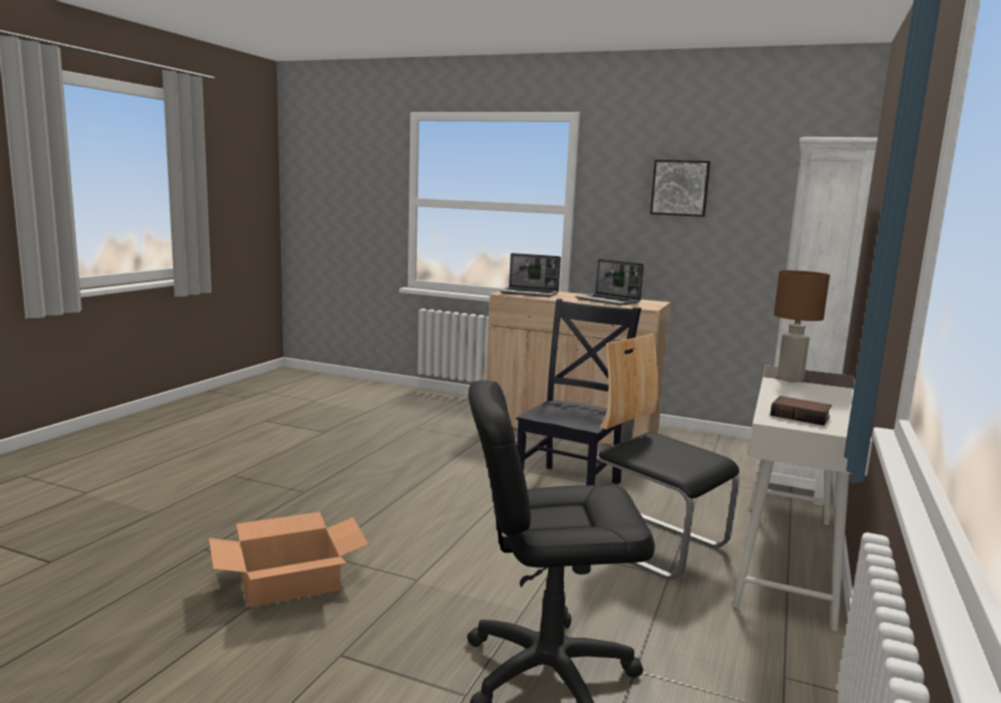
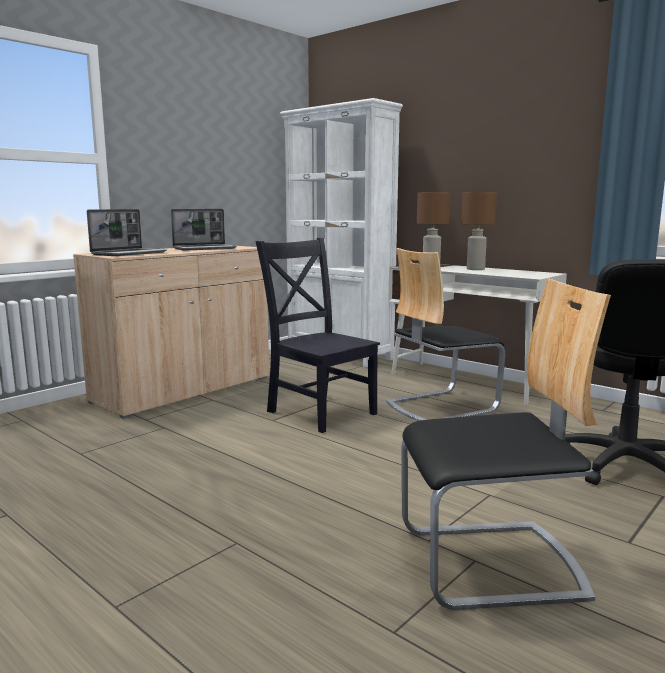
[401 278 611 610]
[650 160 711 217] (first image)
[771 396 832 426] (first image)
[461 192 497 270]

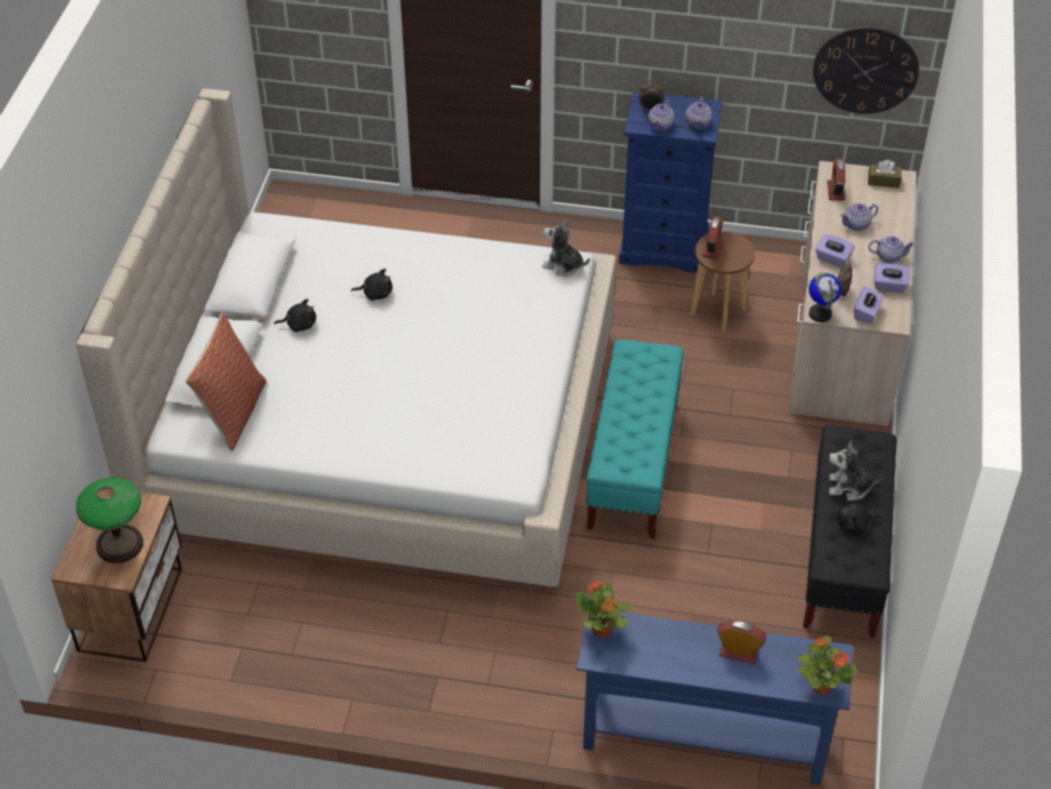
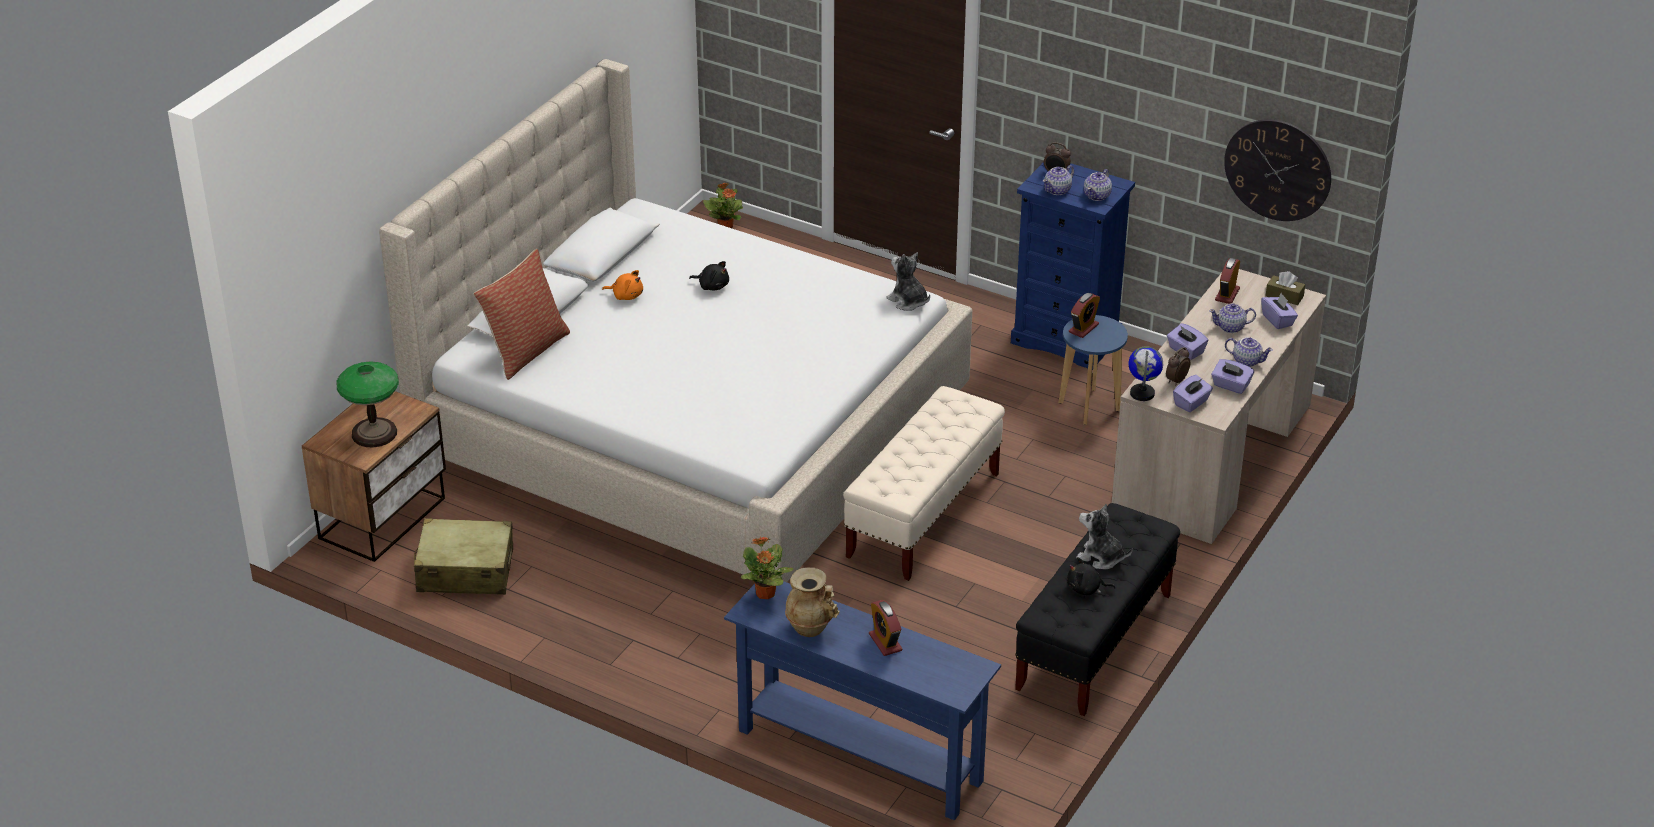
[602 270 643 300]
[843 386 1005 581]
[1059 315 1128 425]
[869 600 902 656]
[703 182 743 228]
[414 518 513 595]
[785 567 840 637]
[1261 293 1298 329]

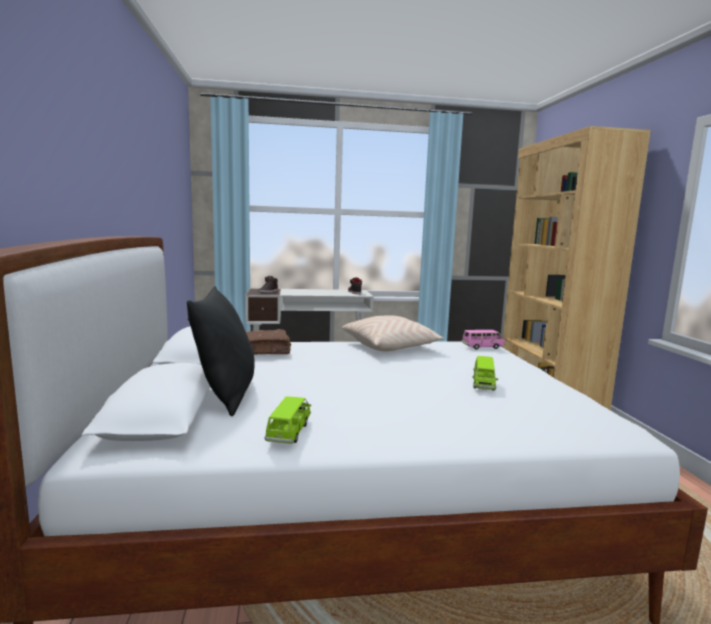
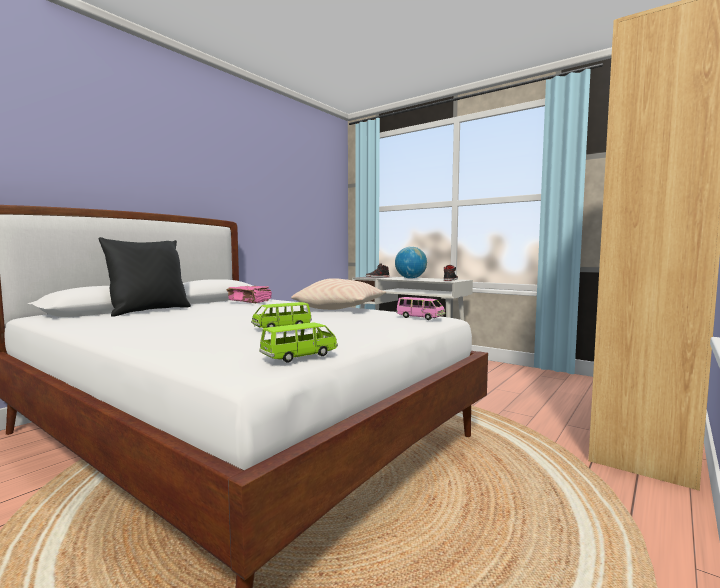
[227 286 272 303]
[259 322 338 362]
[395 247 427 279]

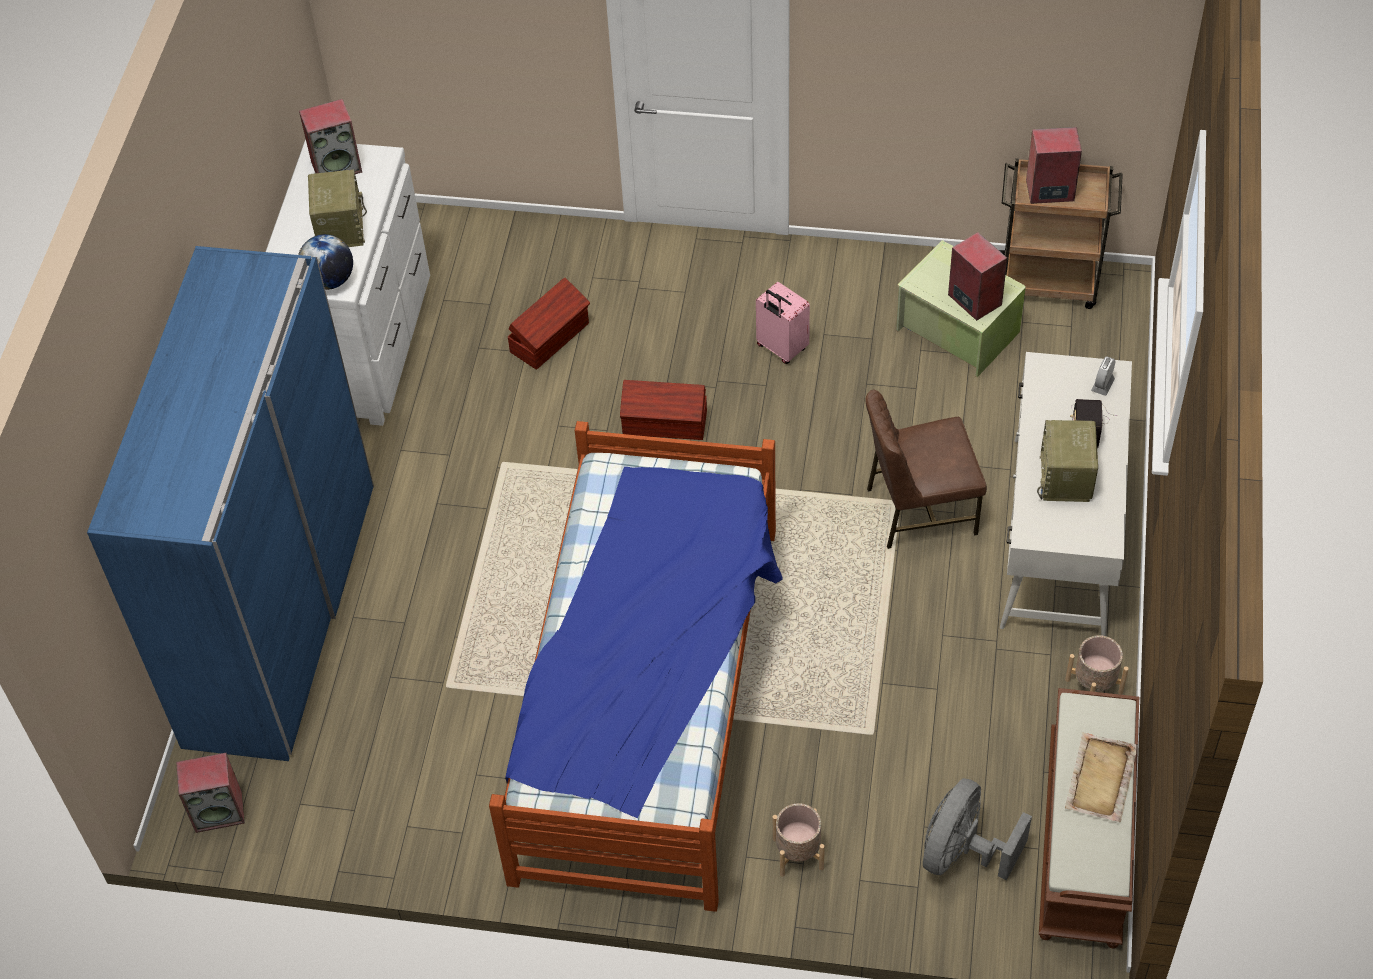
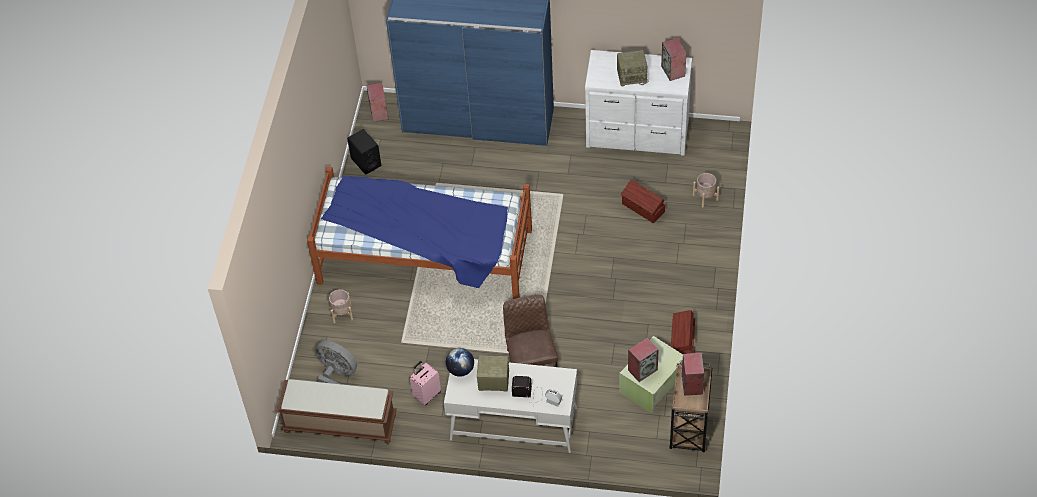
[446 348 474 377]
[671 310 695 354]
[410 361 441 405]
[693 173 719 207]
[1065 732 1138 822] (first image)
[347 129 381 175]

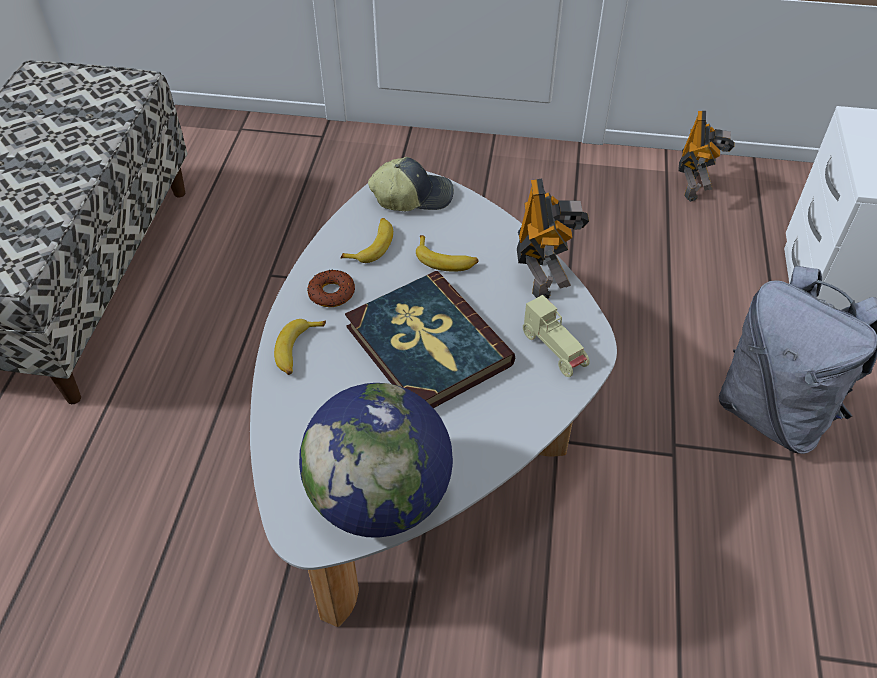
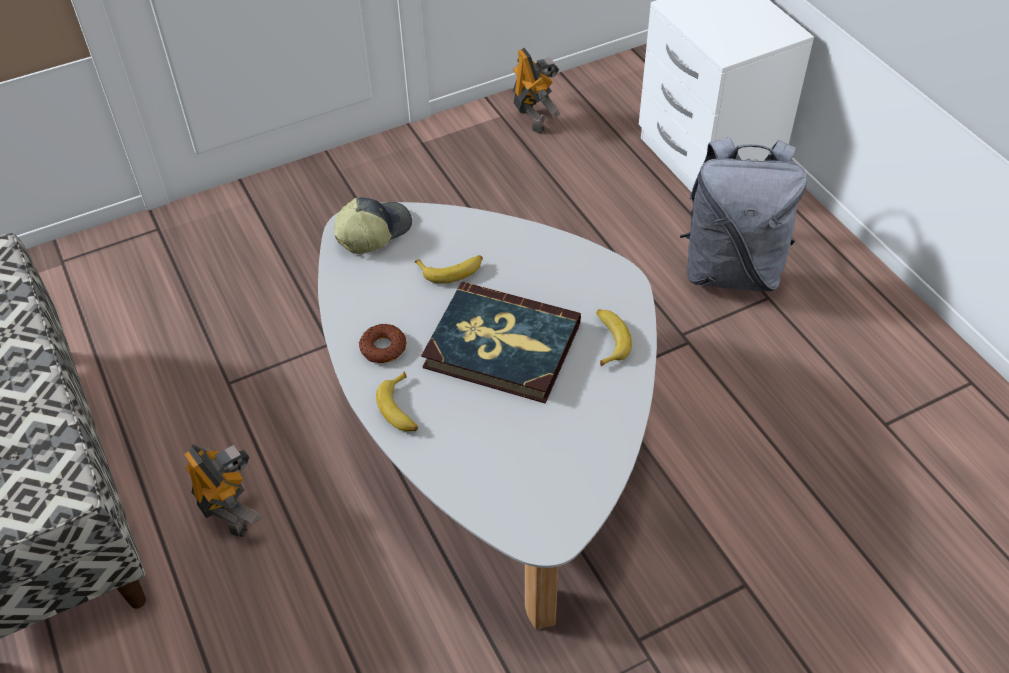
[299 383 453 538] (first image)
[596 309 632 367]
[184 444 262 537]
[523 295 590 377] (first image)

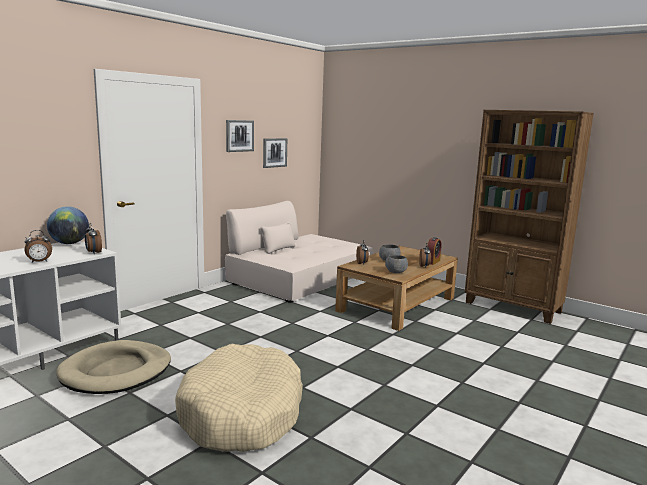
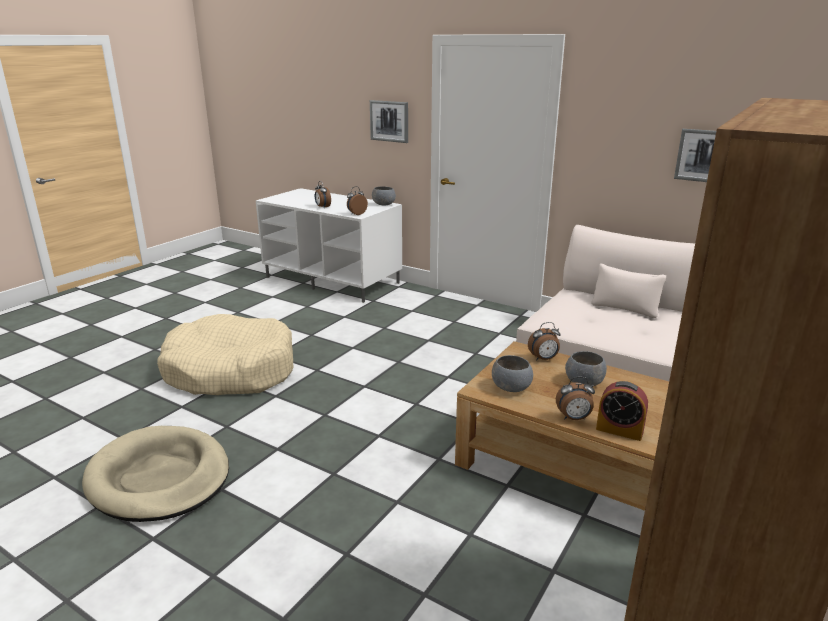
[372 186 396 205]
[82 426 229 522]
[370 100 408 143]

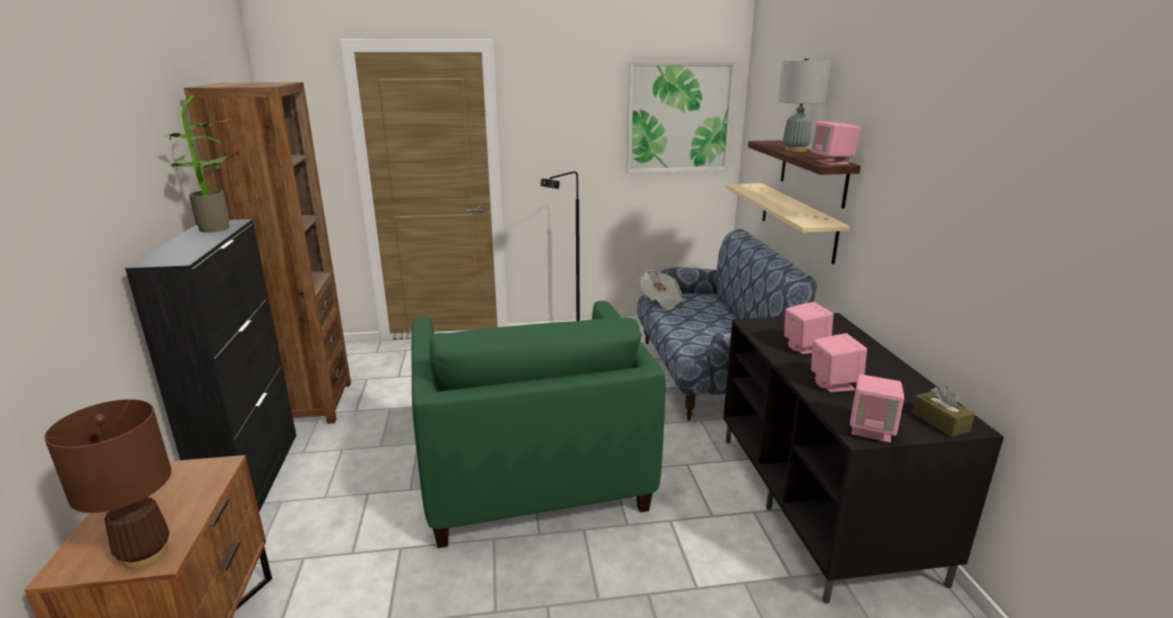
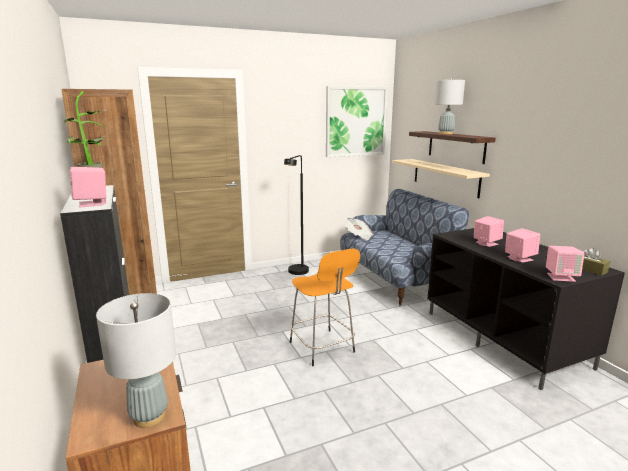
[96 293 176 428]
[290 249 360 366]
[70 167 106 207]

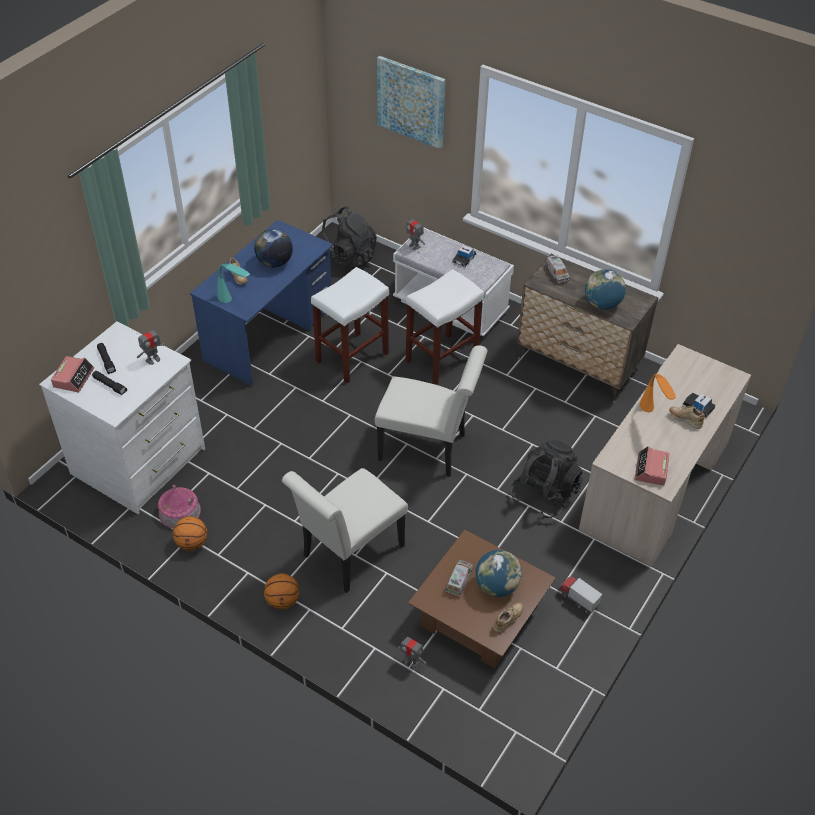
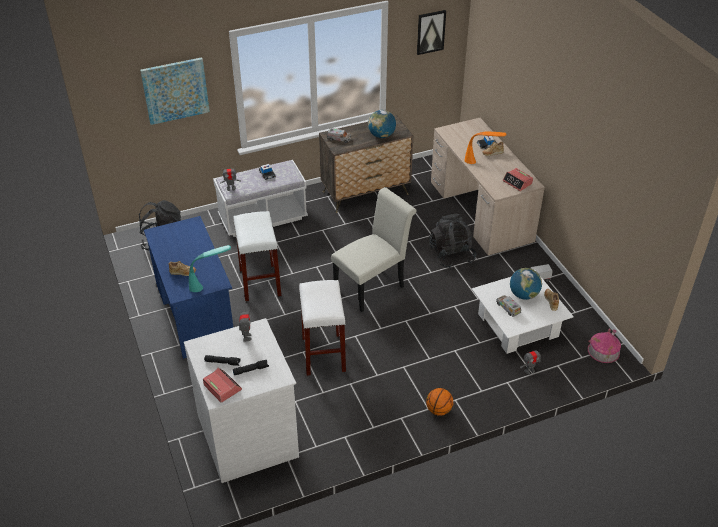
[588 329 621 363]
[173 516 207 551] (first image)
[254 229 293 267] (first image)
[282 468 408 593] (first image)
[299 280 346 376]
[472 270 574 354]
[417 10 446 55]

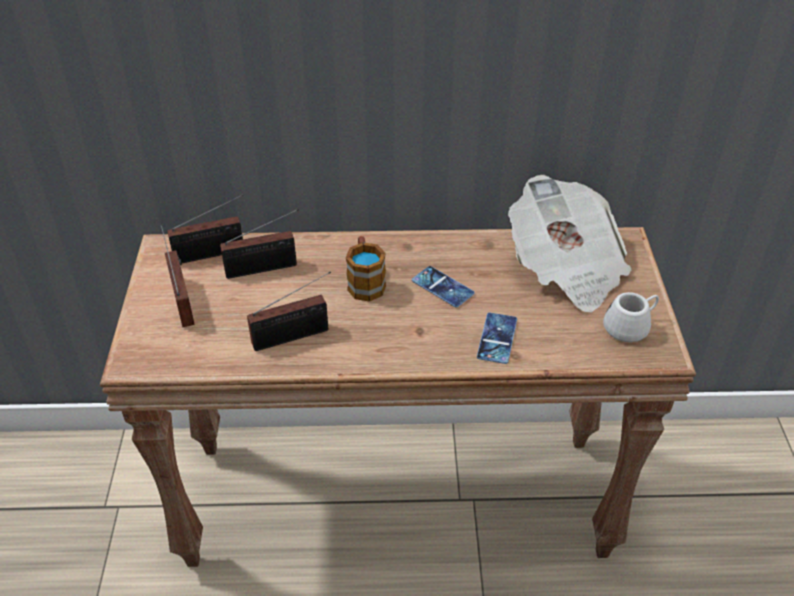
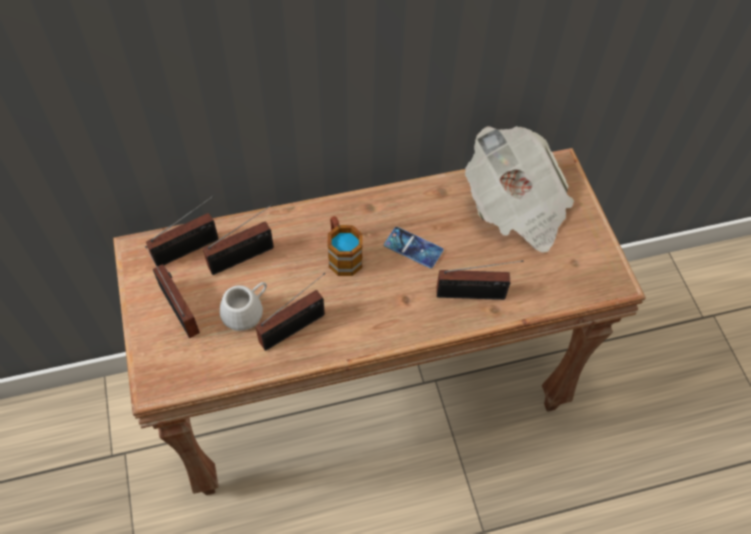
[437 260 523 300]
[220 282 267 331]

